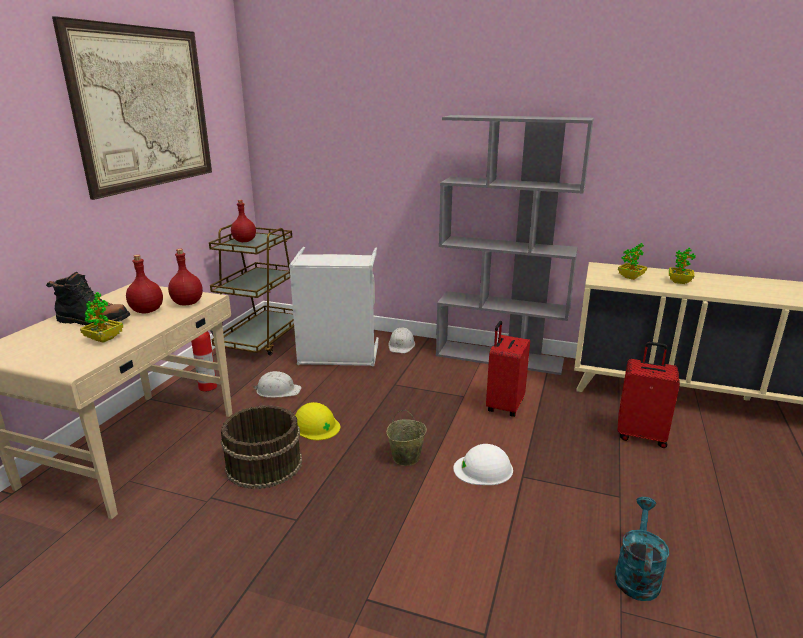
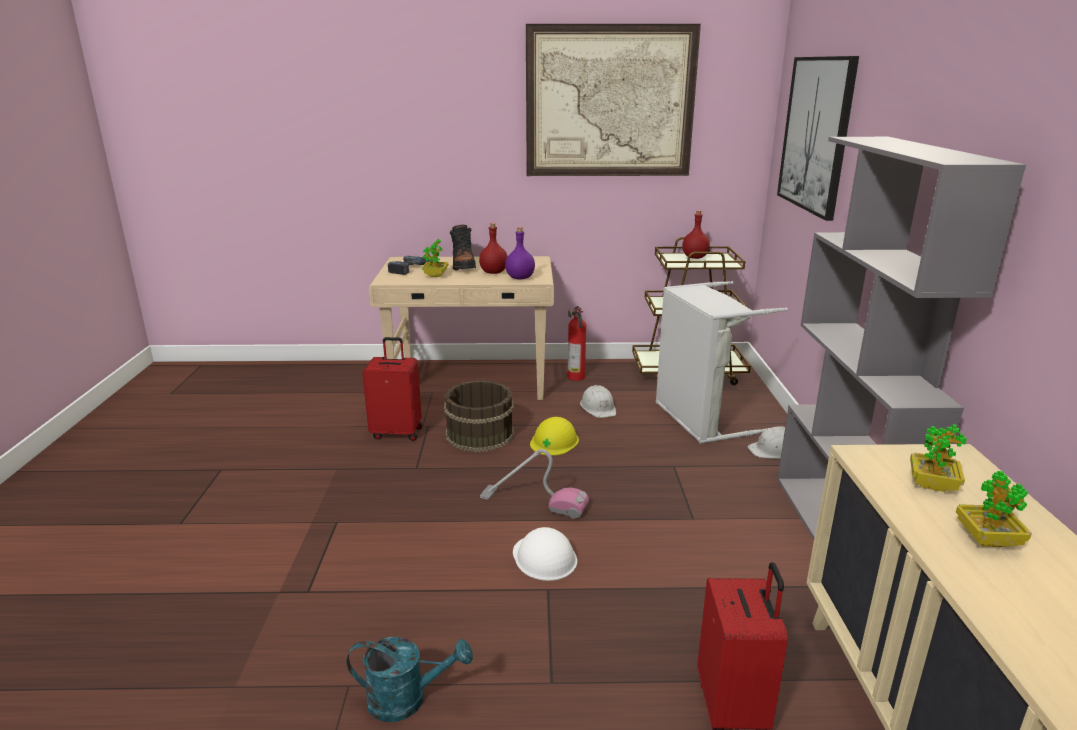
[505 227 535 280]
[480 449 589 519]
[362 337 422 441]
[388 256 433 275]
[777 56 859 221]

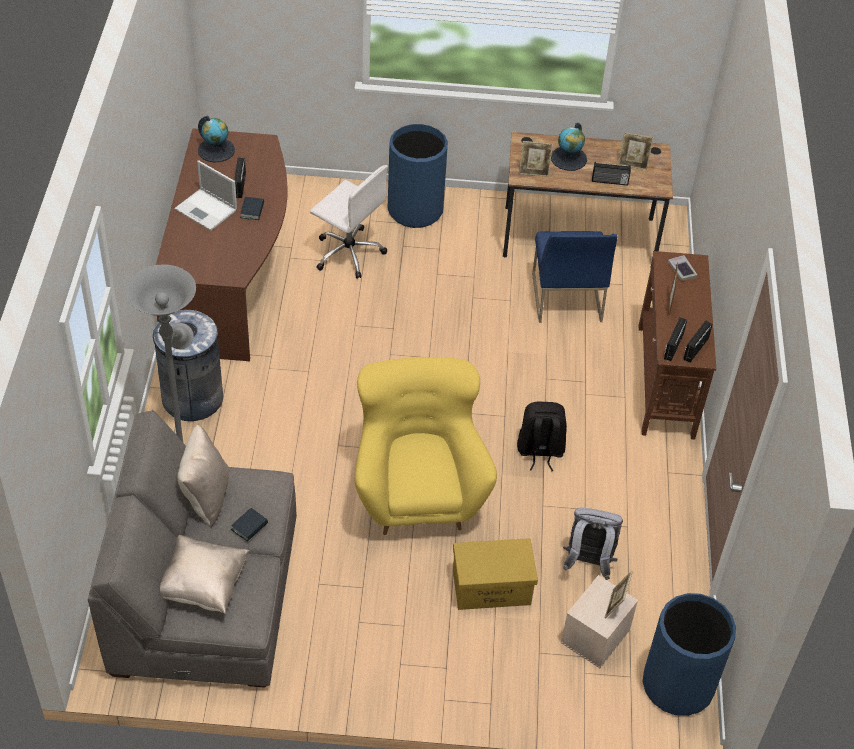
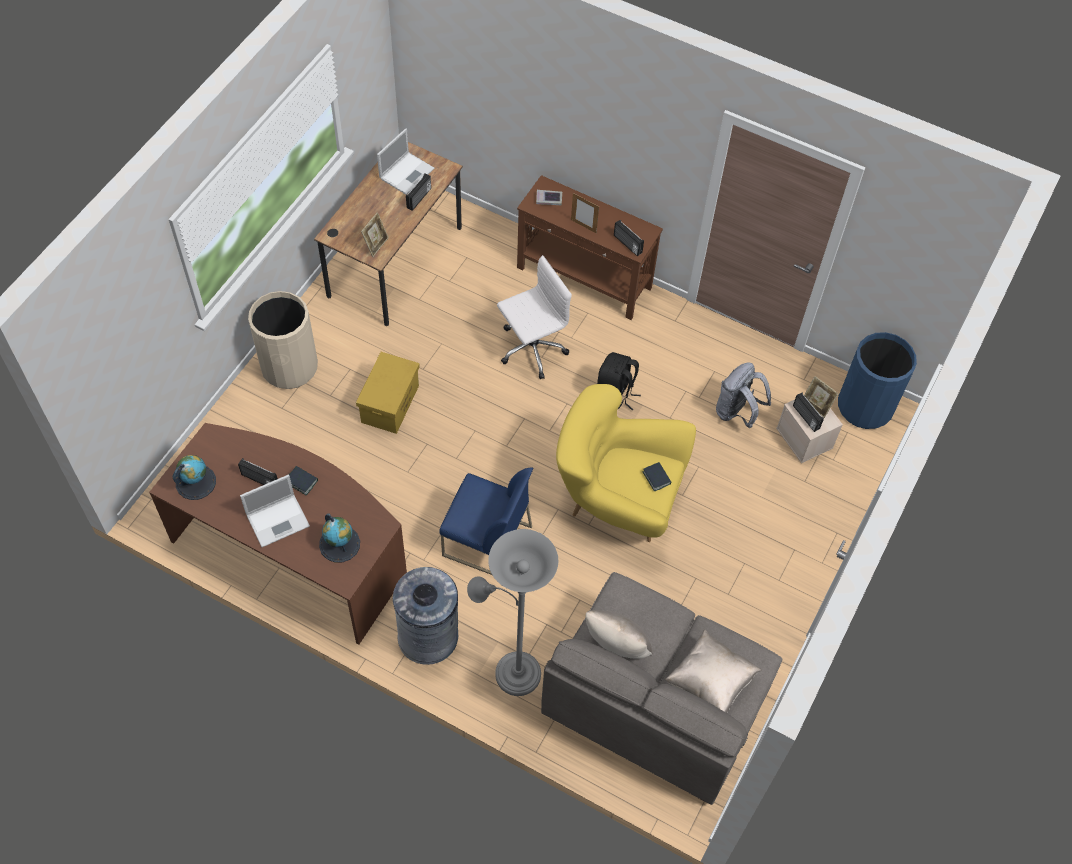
[643 462 671 491]
[497 255 572 379]
[248 291 318 389]
[356 352 420 434]
[440 468 533 575]
[319 513 360 562]
[377 128 435 195]
[793 392 824 432]

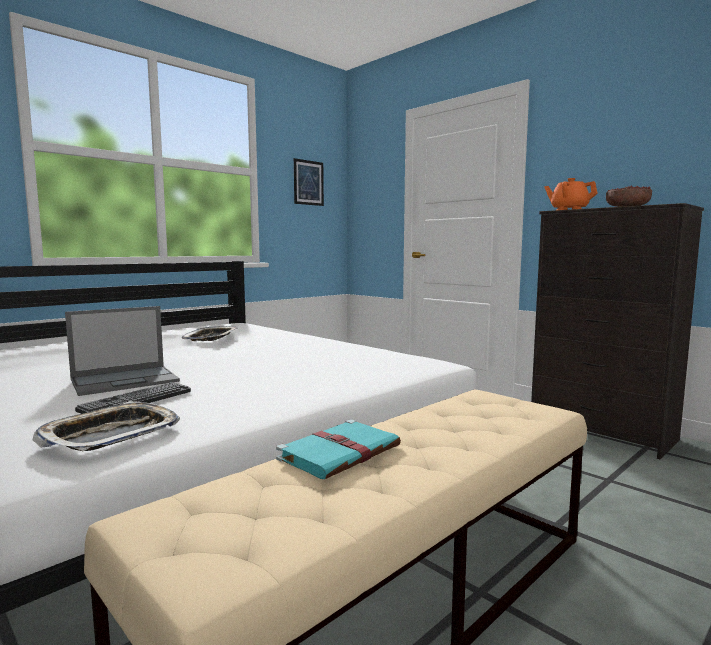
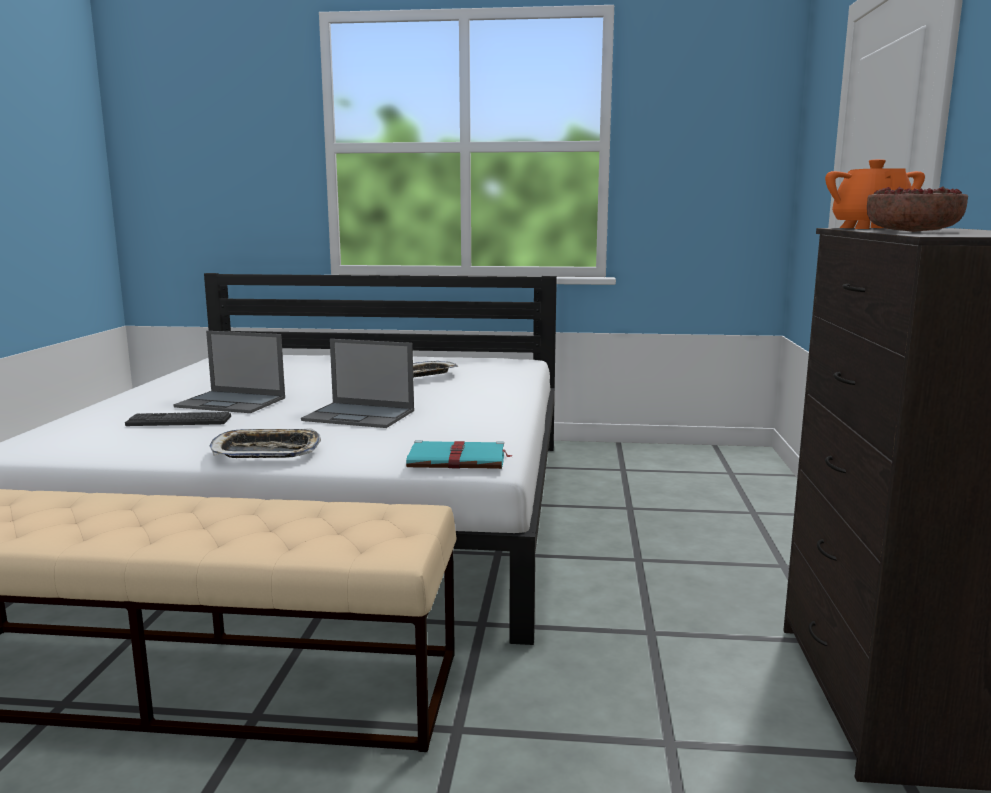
[209 428 321 458]
[406 440 512 469]
[294 158 324 206] (first image)
[301 339 414 428]

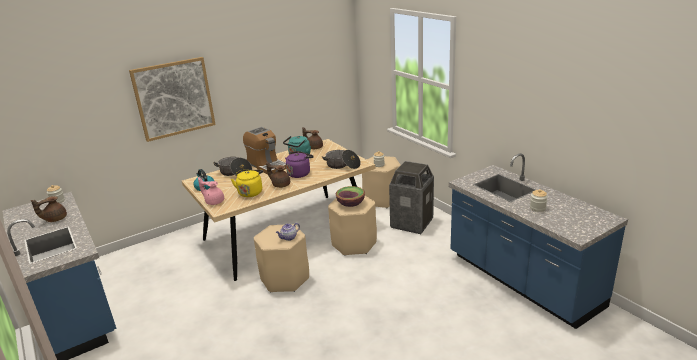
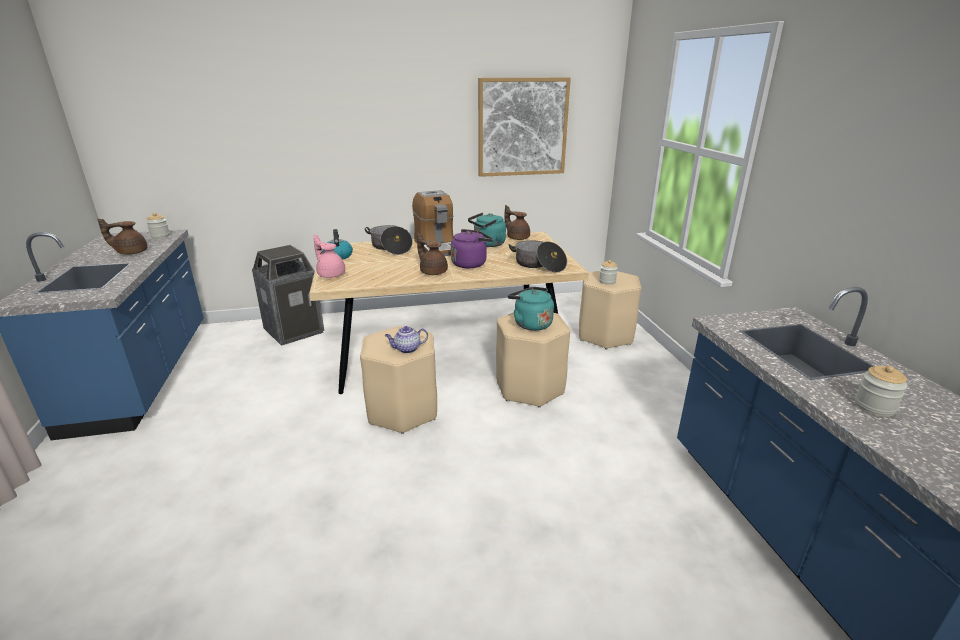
[478 78 571 177]
[231 170 263 197] (first image)
[508 287 554 331]
[252 245 324 346]

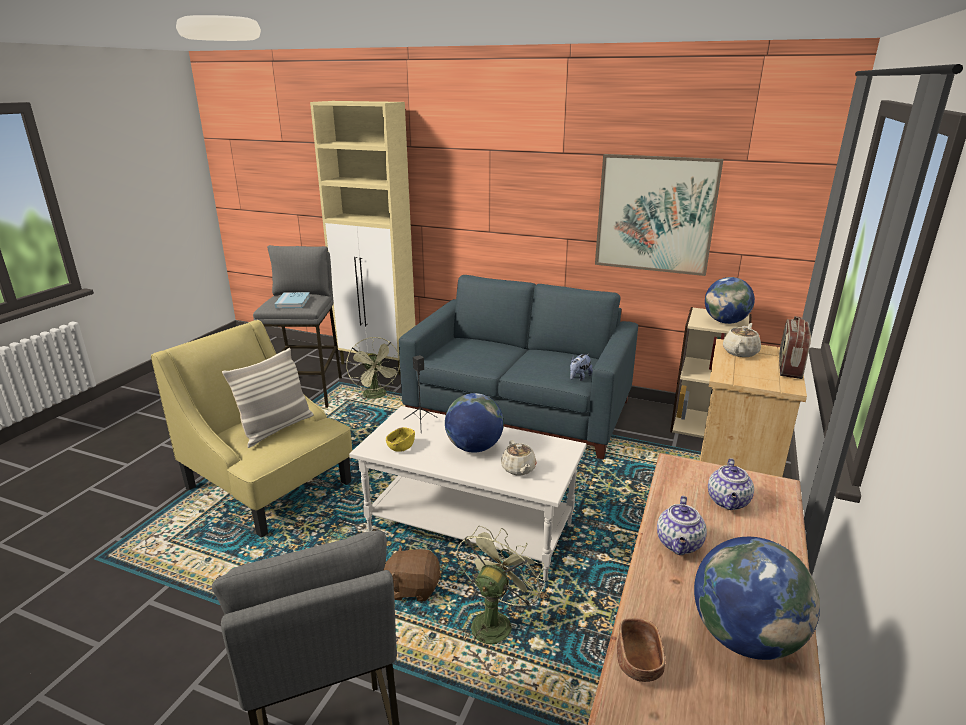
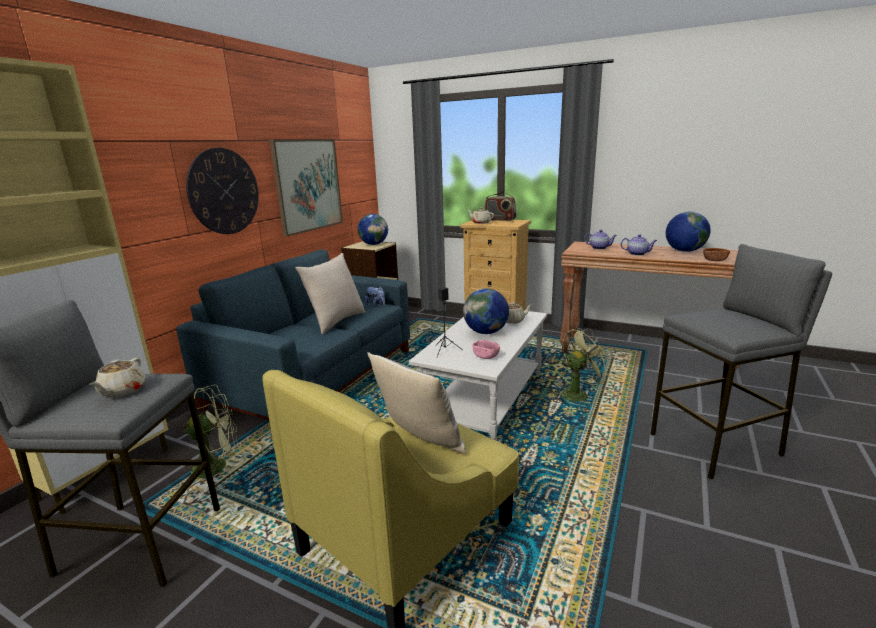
[89 358 145 398]
[383 546 441 601] (first image)
[473 340 500 359]
[554 328 613 402]
[186 148 259 234]
[295 253 365 334]

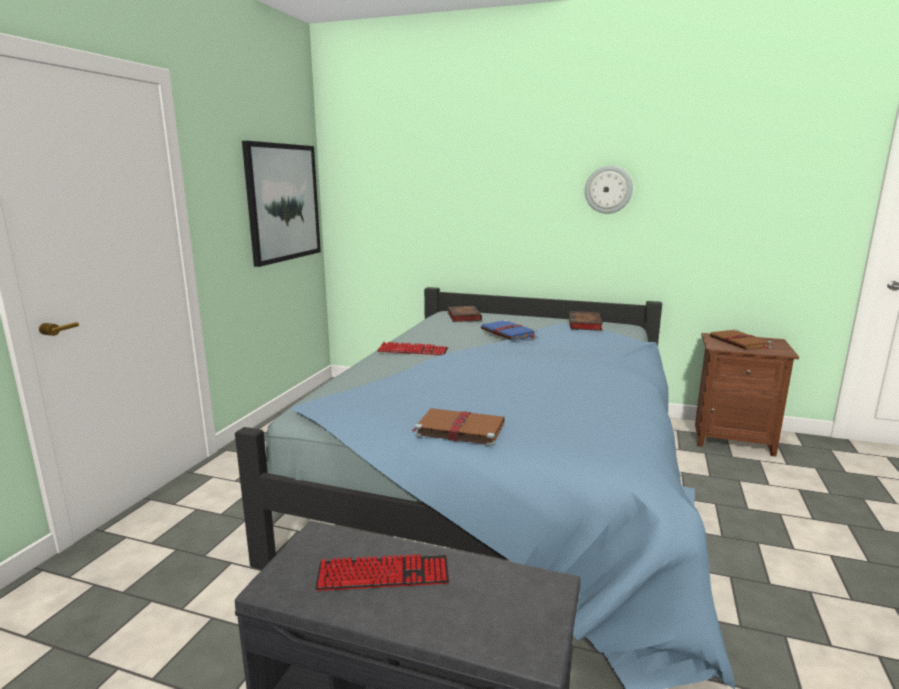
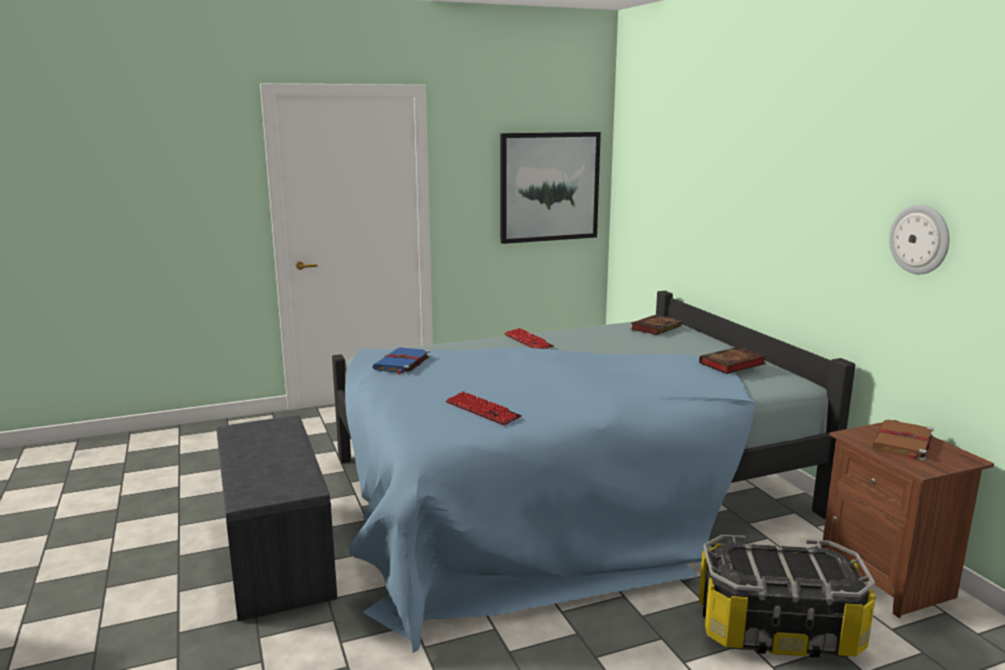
[445 391 522 425]
[411 408 505 446] (first image)
[373 347 431 375]
[889 205 949 274]
[699 535 876 658]

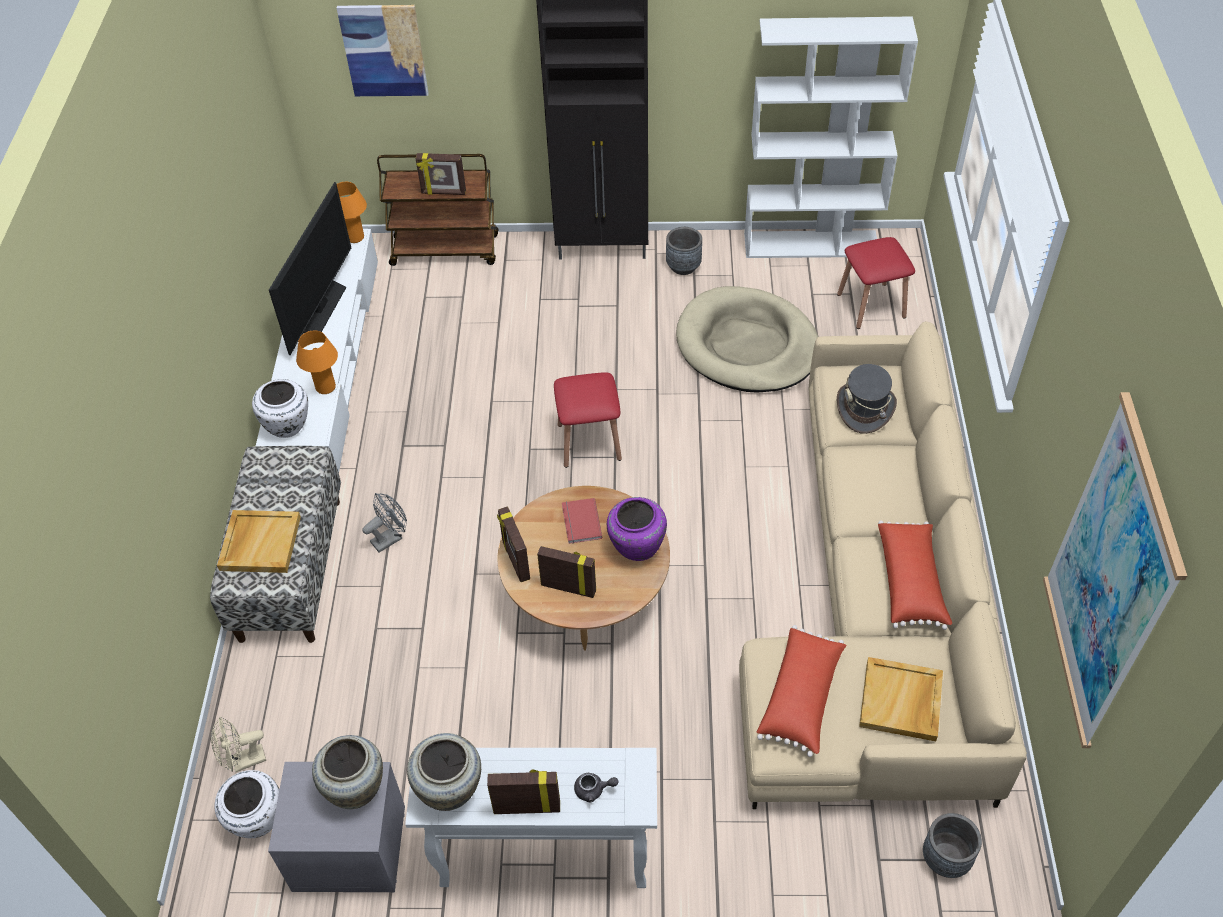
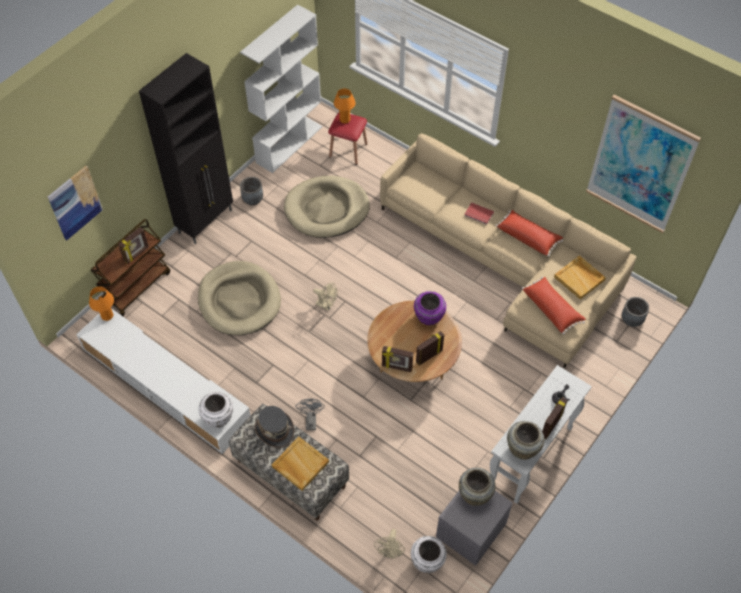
[269 182 351 355] (first image)
[334 89 356 123]
[313 282 338 311]
[464 202 494 225]
[255 406 294 448]
[198 261 281 335]

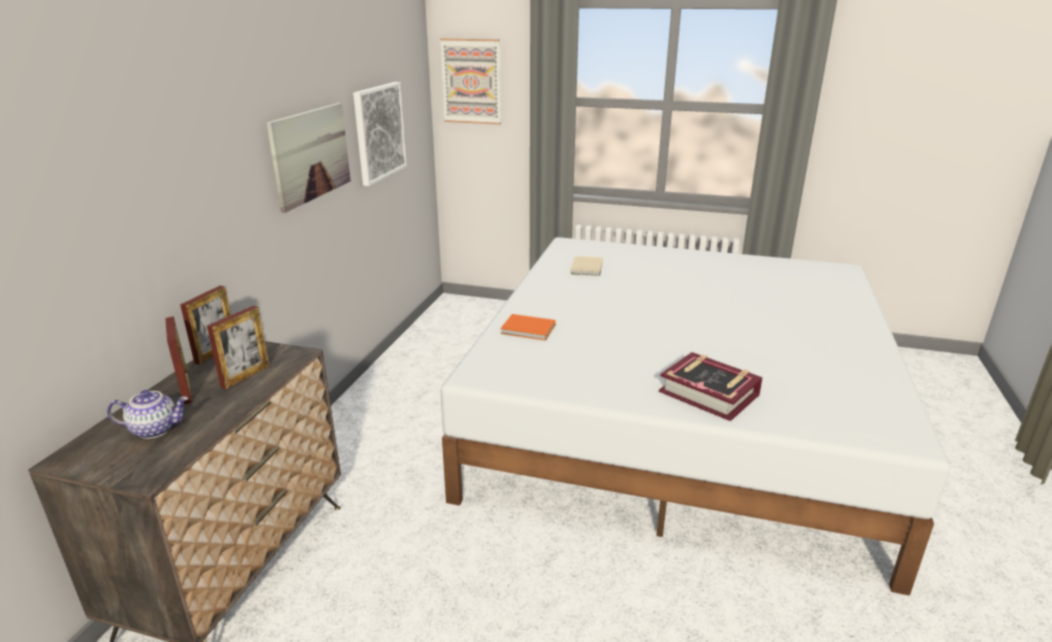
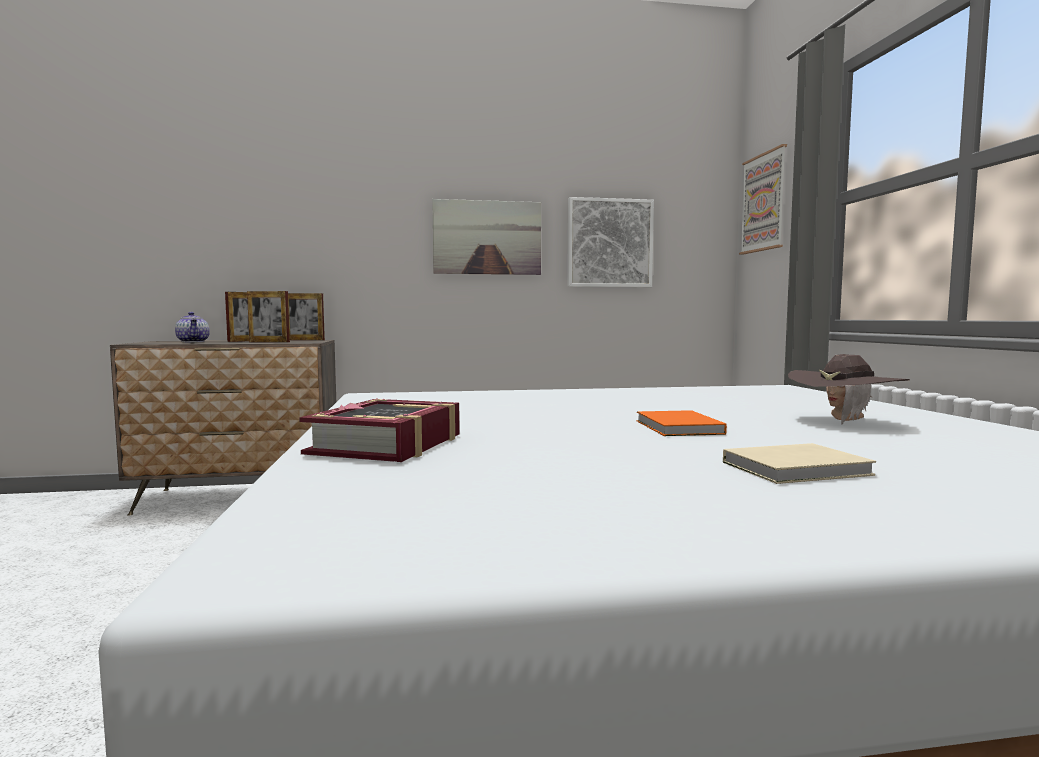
[637 410 727 436]
[723 443 876 484]
[788 354 910 424]

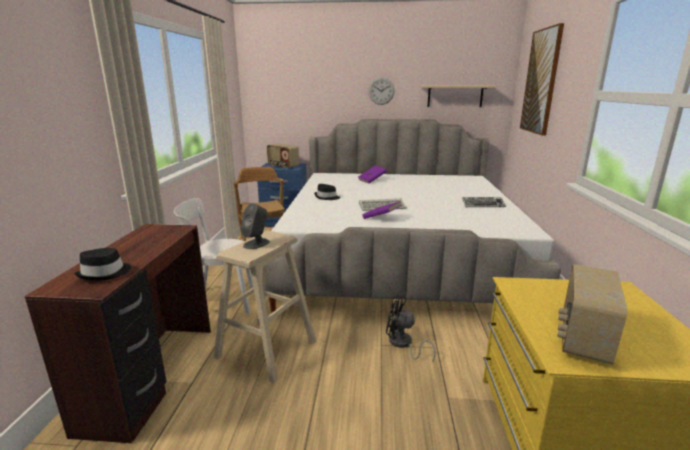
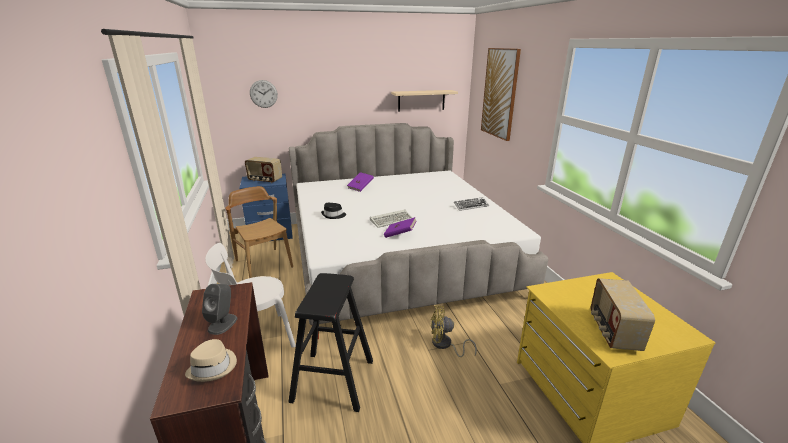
[185 339 237 382]
[288 273 373 412]
[202 284 237 335]
[250 80 278 108]
[431 306 477 357]

